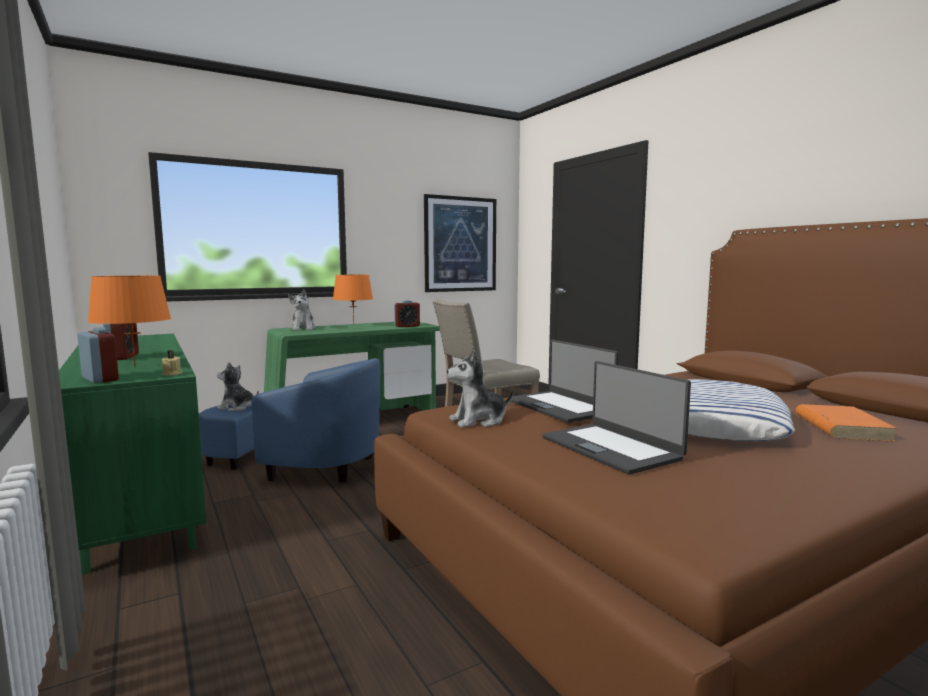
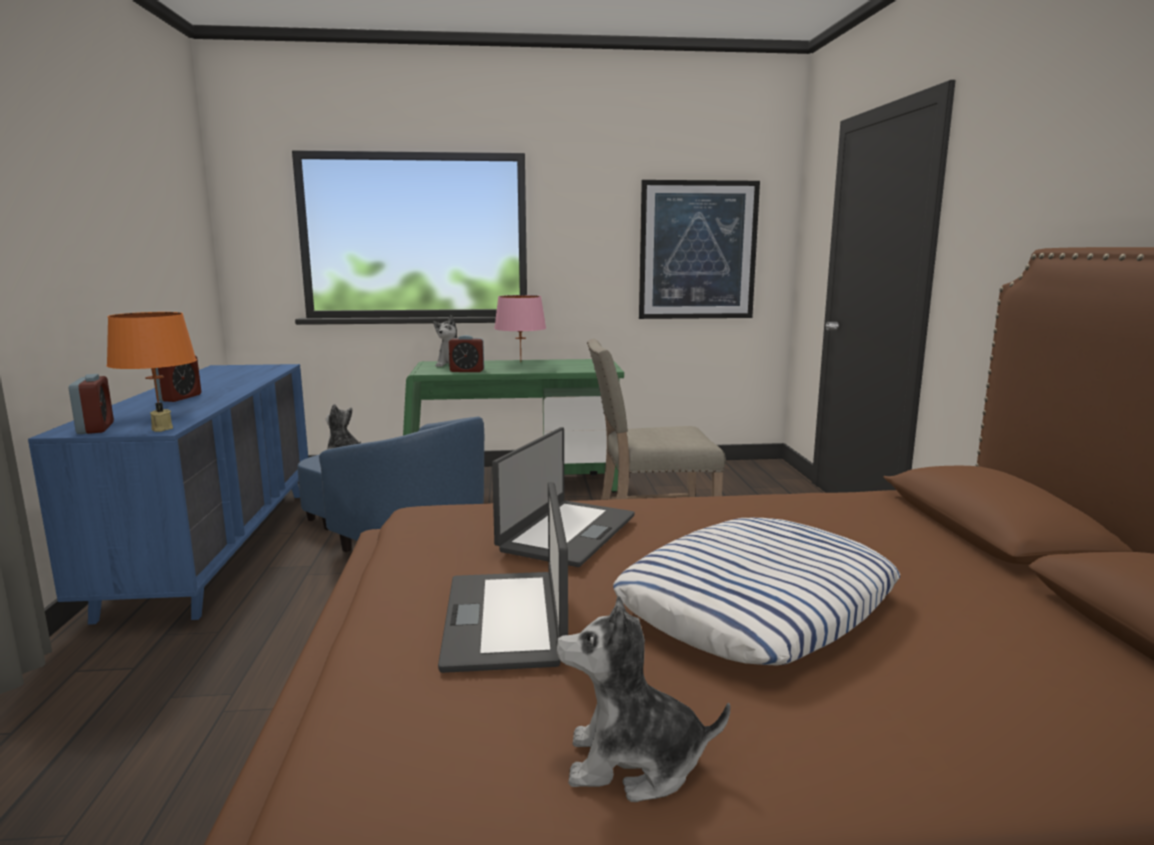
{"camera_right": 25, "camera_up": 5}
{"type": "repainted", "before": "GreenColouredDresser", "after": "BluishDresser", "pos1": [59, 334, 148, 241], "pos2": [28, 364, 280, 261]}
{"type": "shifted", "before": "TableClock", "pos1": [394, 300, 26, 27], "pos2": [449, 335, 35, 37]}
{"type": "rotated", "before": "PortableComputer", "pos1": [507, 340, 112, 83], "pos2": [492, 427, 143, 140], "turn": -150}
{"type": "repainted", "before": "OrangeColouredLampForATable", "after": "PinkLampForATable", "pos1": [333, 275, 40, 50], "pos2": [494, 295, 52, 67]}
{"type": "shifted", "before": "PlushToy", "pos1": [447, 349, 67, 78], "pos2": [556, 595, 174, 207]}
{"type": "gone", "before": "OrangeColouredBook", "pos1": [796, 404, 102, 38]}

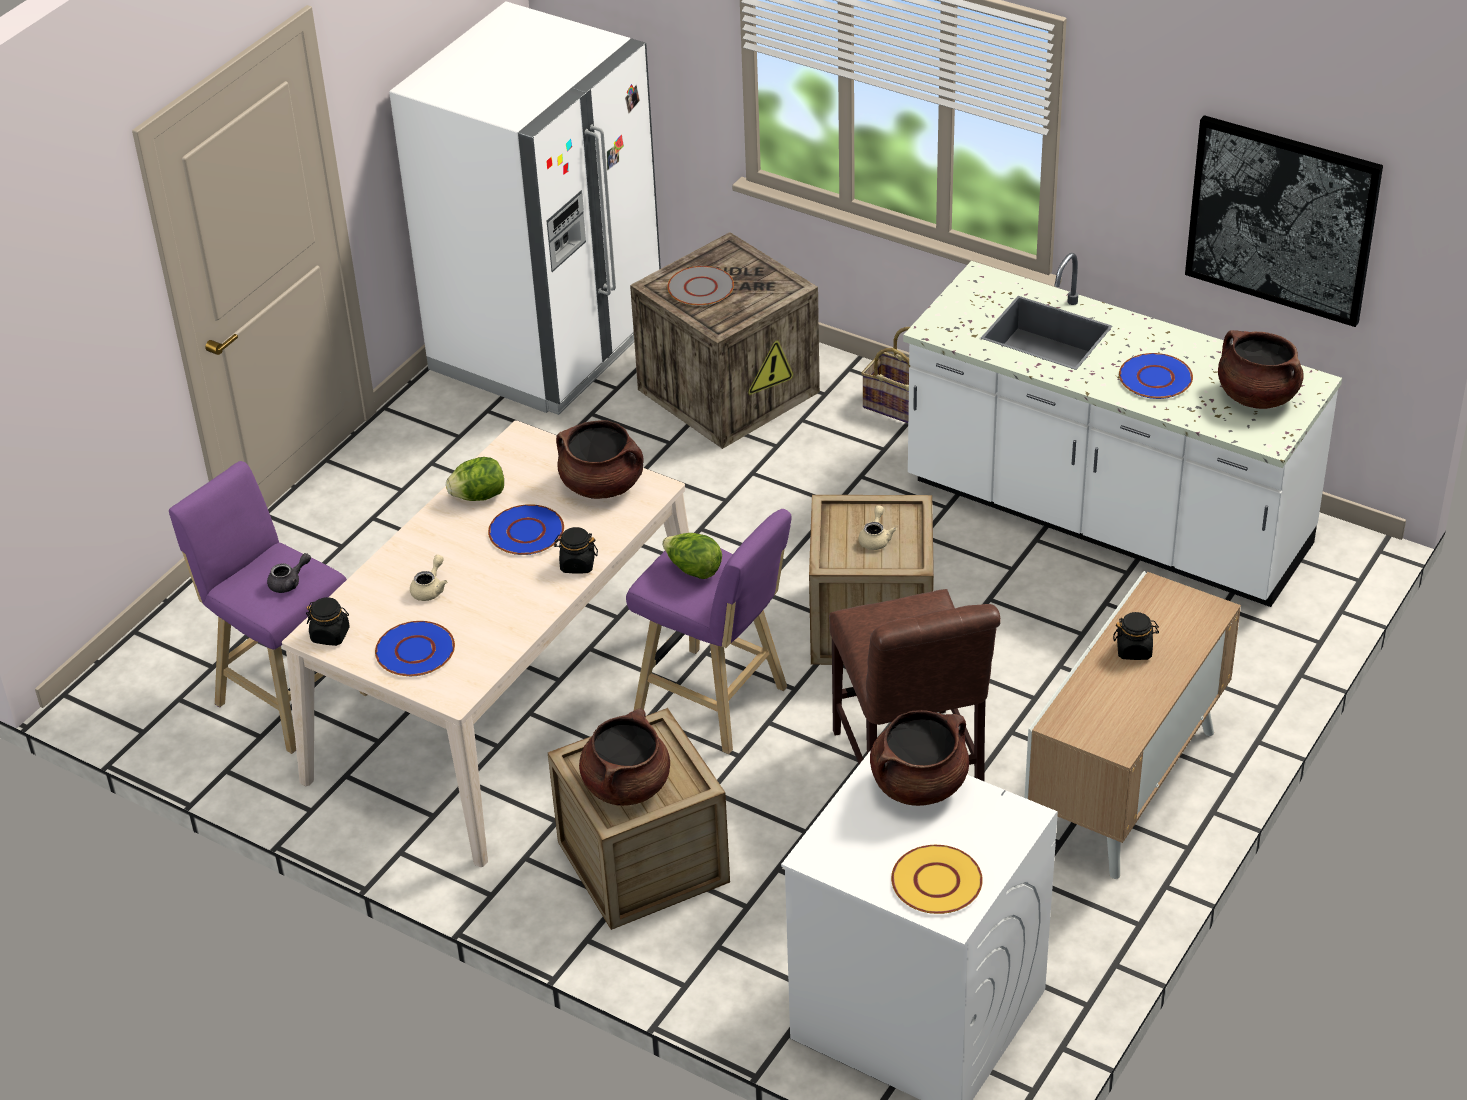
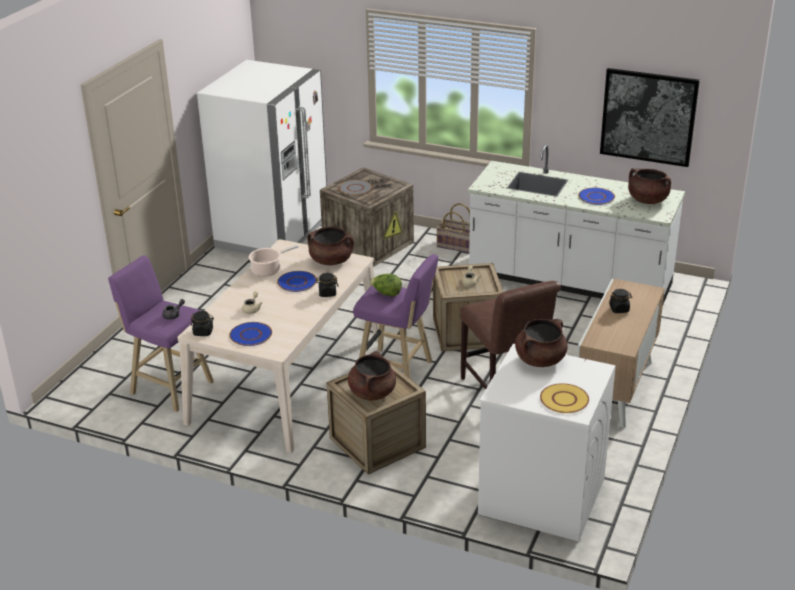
{"camera_right": -10, "camera_up": -10}
{"type": "swapped", "before": "Lettuce", "after": "Stockpot", "pos1": [446, 457, 58, 44], "pos2": [249, 245, 49, 31]}

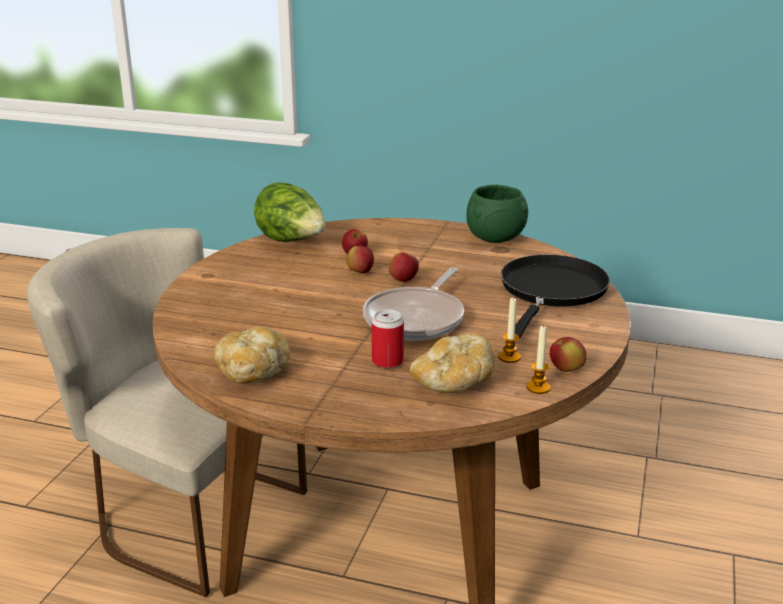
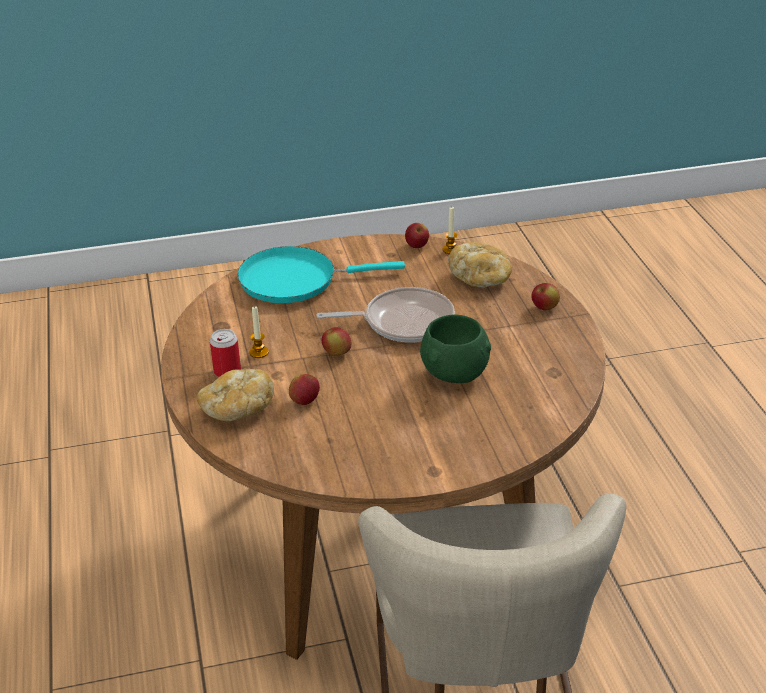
{"camera_right": -120, "camera_up": 10}
{"type": "shifted", "before": "BakedBread", "pos1": [214, 326, 76, 58], "pos2": [197, 369, 77, 52]}
{"type": "shifted", "before": "SealedCan", "pos1": [372, 309, 32, 59], "pos2": [210, 329, 31, 48]}
{"type": "repainted", "before": "BlackColouredFryingPan", "after": "TurquoiseFryingPan", "pos1": [501, 255, 109, 84], "pos2": [237, 246, 168, 57]}
{"type": "shifted", "before": "WaxCandle", "pos1": [498, 297, 23, 66], "pos2": [250, 306, 19, 52]}
{"type": "shifted", "before": "GreenColouredServingBowl", "pos1": [466, 185, 62, 58], "pos2": [420, 314, 71, 69]}
{"type": "shifted", "before": "AppleFruit", "pos1": [347, 246, 27, 27], "pos2": [531, 283, 29, 27]}
{"type": "gone", "before": "Lettuce", "pos1": [254, 182, 72, 60]}

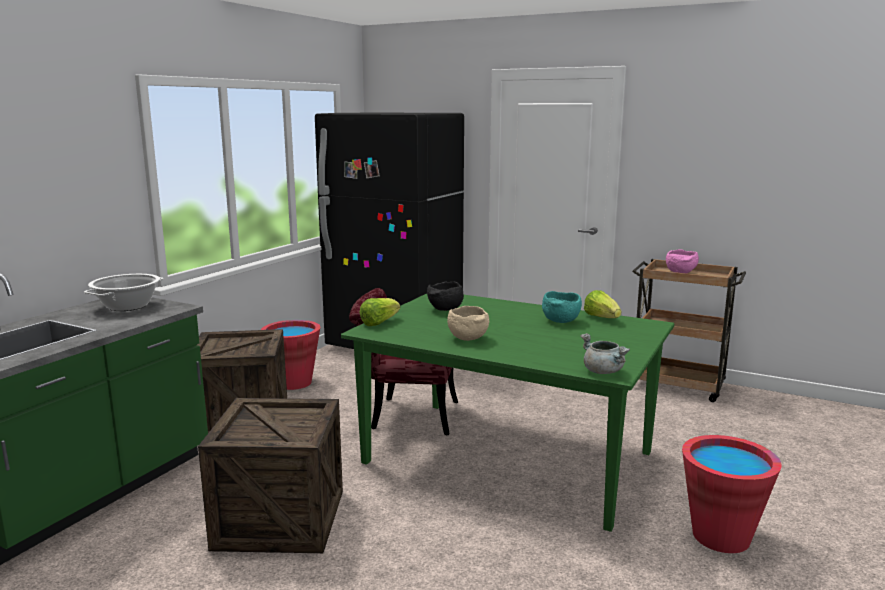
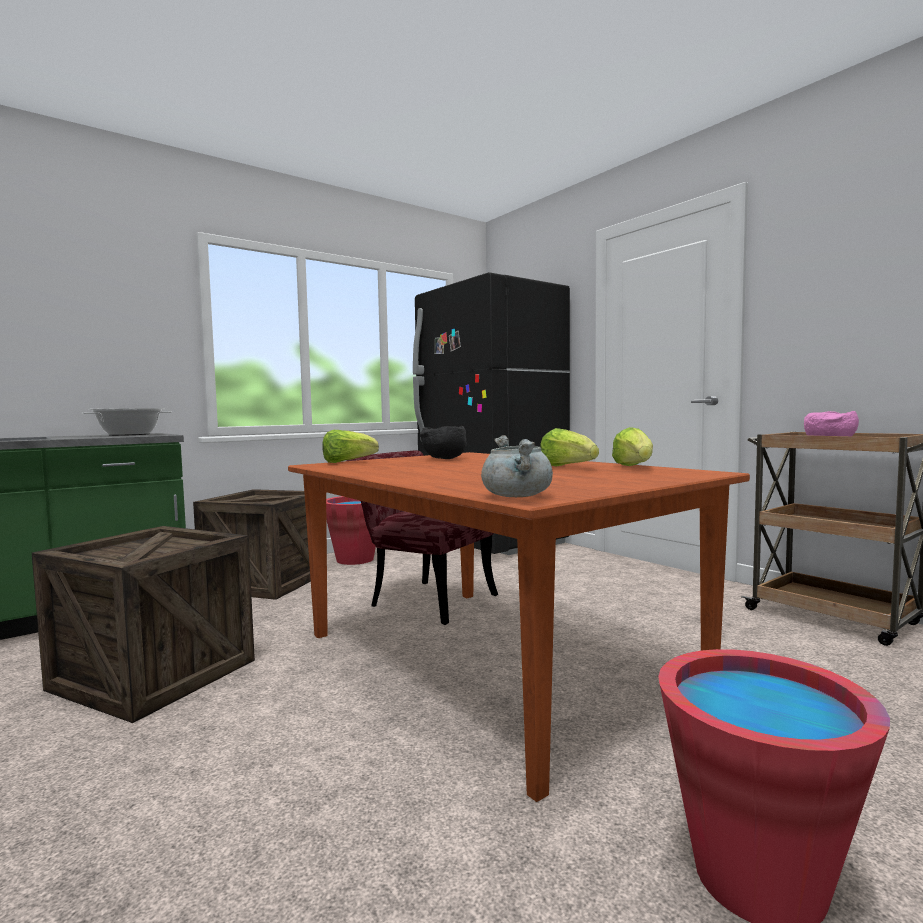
{"camera_right": 25, "camera_up": -10}
{"type": "repainted", "before": "GreenColouredDiningTable", "after": "BrownColouredDiningTable", "pos1": [341, 294, 333, 238], "pos2": [288, 452, 462, 350]}
{"type": "swapped", "before": "TurquoiseServingBowl", "after": "Lettuce", "pos1": [542, 291, 40, 32], "pos2": [540, 428, 59, 38]}
{"type": "gone", "before": "SandColouredServingBowl", "pos1": [447, 306, 42, 35]}

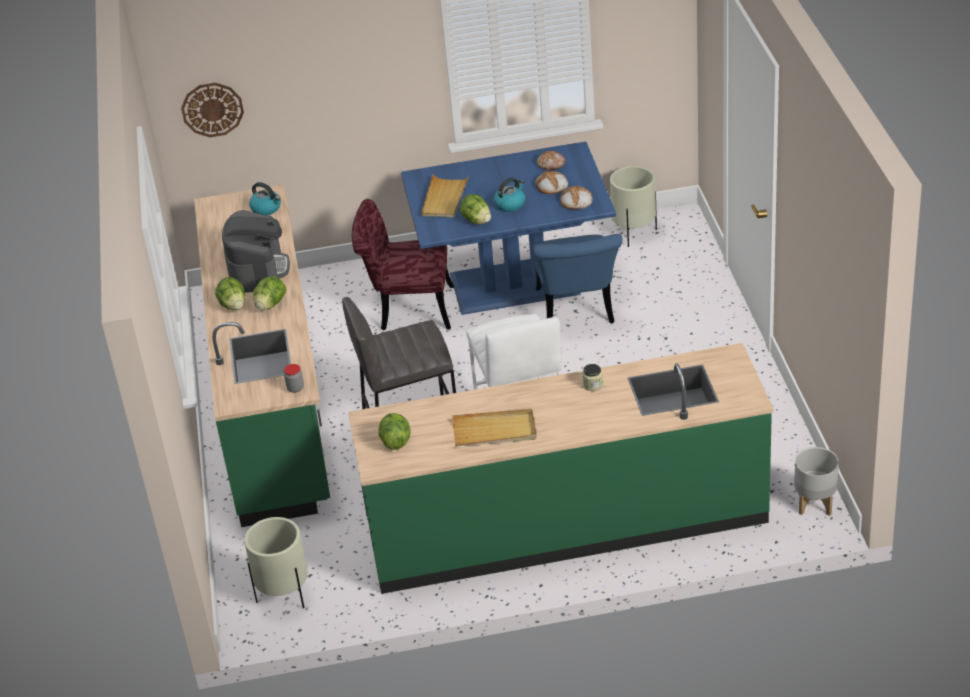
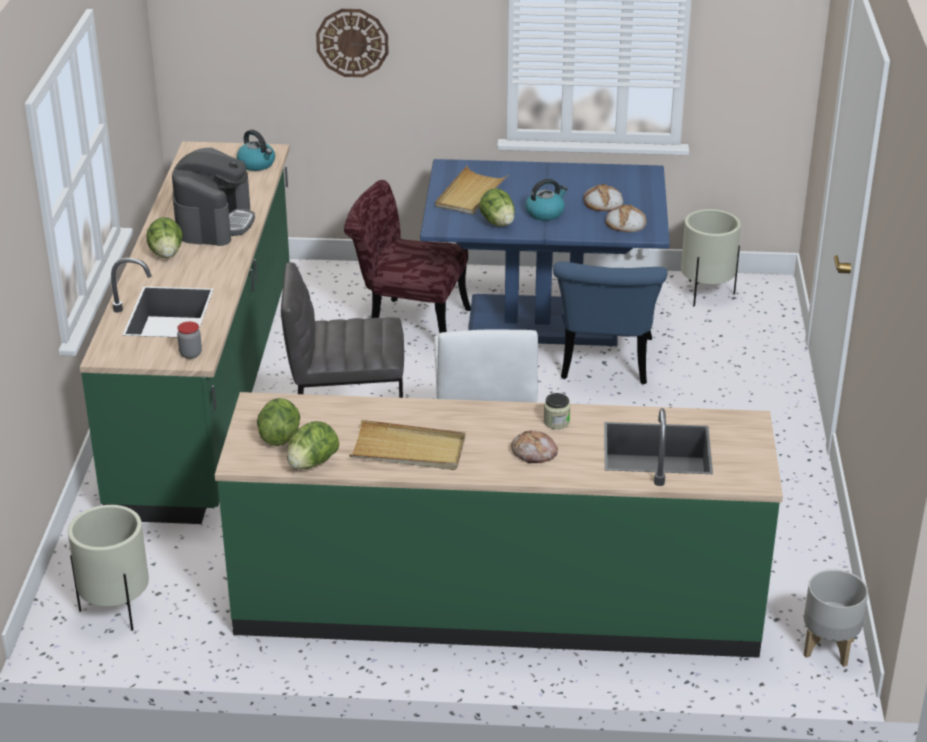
{"camera_right": 10, "camera_up": -5}
{"type": "shifted", "before": "Lettuce", "pos1": [253, 276, 34, 34], "pos2": [287, 421, 52, 48]}
{"type": "shifted", "before": "WallClock", "pos1": [181, 83, 63, 54], "pos2": [316, 9, 73, 68]}
{"type": "shifted", "before": "BakedBread", "pos1": [536, 151, 30, 20], "pos2": [511, 430, 47, 33]}

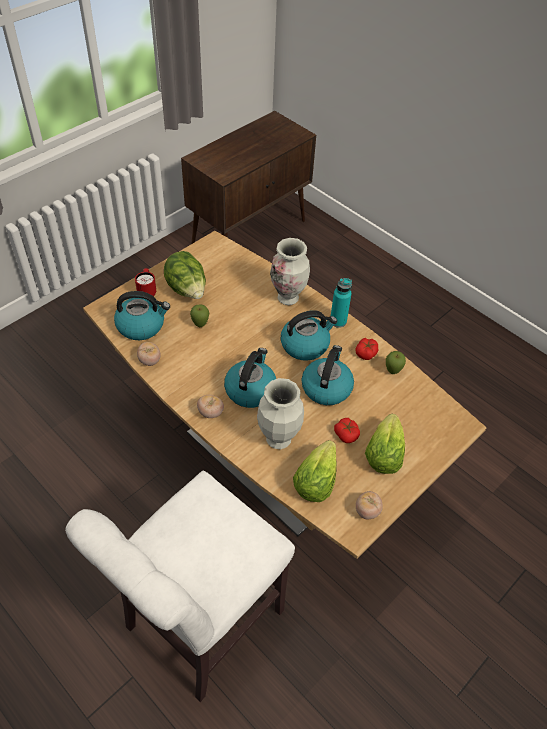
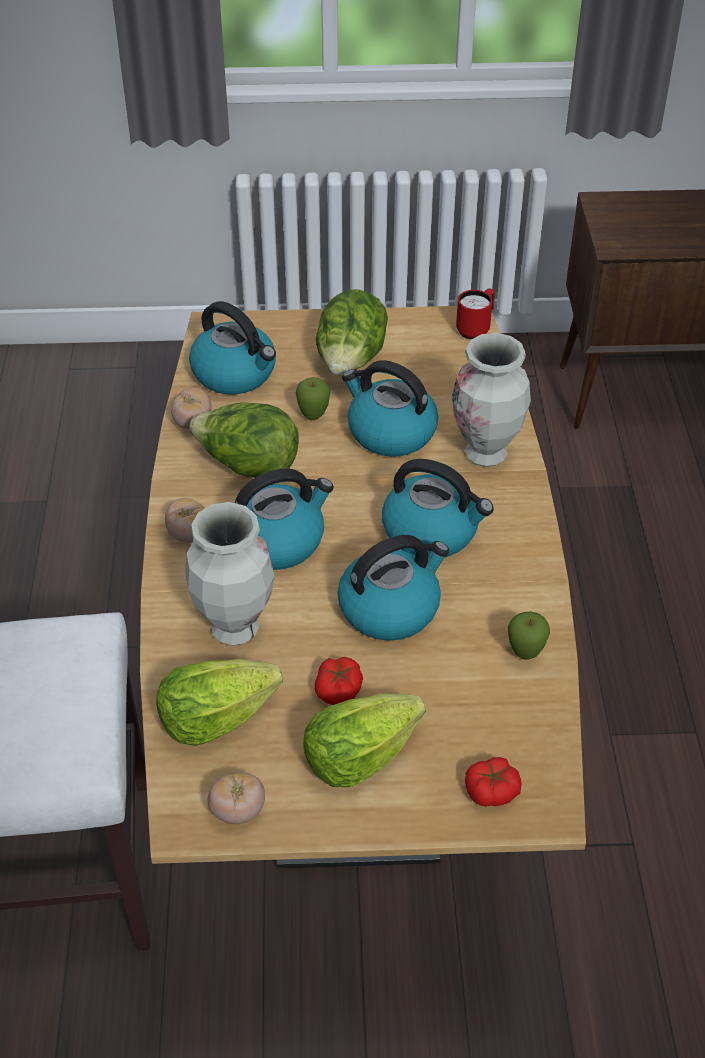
{"camera_right": 45, "camera_up": -5}
{"type": "new", "after": "Lettuce", "pos2": [189, 403, 109, 75]}
{"type": "new", "after": "Kettle", "pos2": [342, 360, 96, 97]}
{"type": "shifted", "before": "RedColouredMug", "pos1": [135, 268, 21, 28], "pos2": [456, 288, 39, 51]}
{"type": "shifted", "before": "WholeTomato", "pos1": [355, 338, 24, 22], "pos2": [465, 757, 57, 50]}
{"type": "gone", "before": "TurquoiseBeverageBottle", "pos1": [331, 278, 21, 50]}

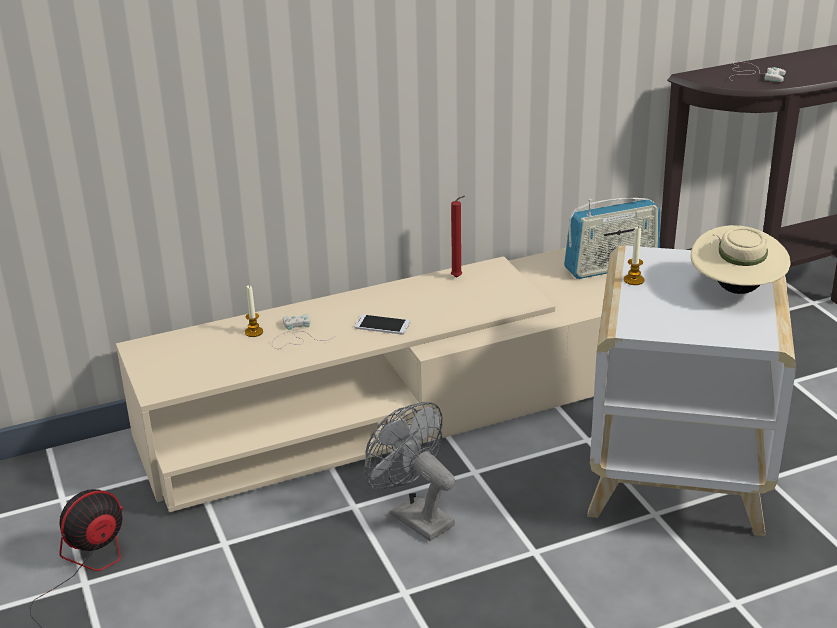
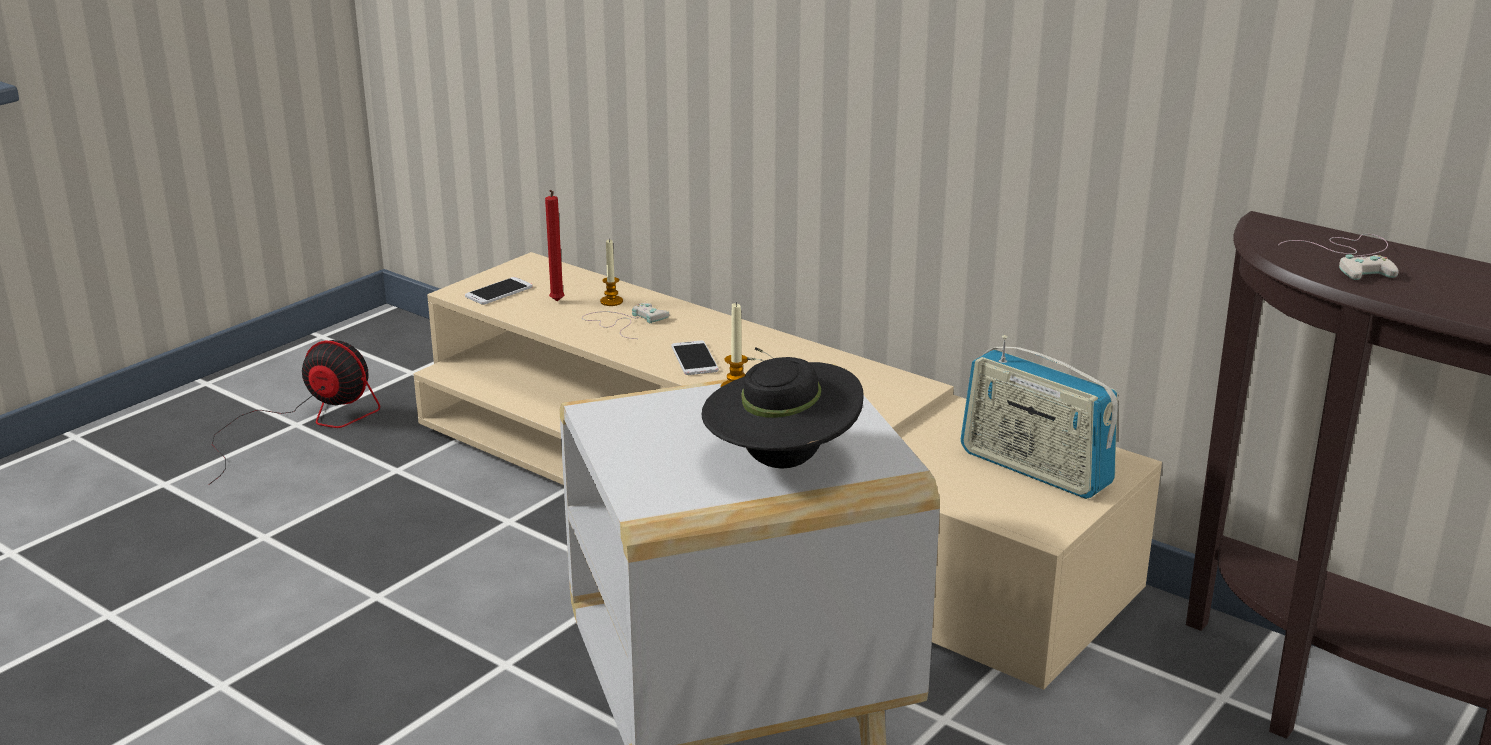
{"camera_right": 60, "camera_up": -5}
{"type": "new", "after": "Telephone", "pos2": [465, 277, 68, 28]}
{"type": "shifted", "before": "RedColouredWaxCandle", "pos1": [451, 196, 14, 81], "pos2": [545, 190, 19, 111]}
{"type": "repainted", "before": "SandColouredHat", "after": "BlackColouredHat", "pos1": [691, 225, 100, 69], "pos2": [702, 347, 162, 122]}
{"type": "gone", "before": "GrayFan", "pos1": [364, 402, 91, 139]}

